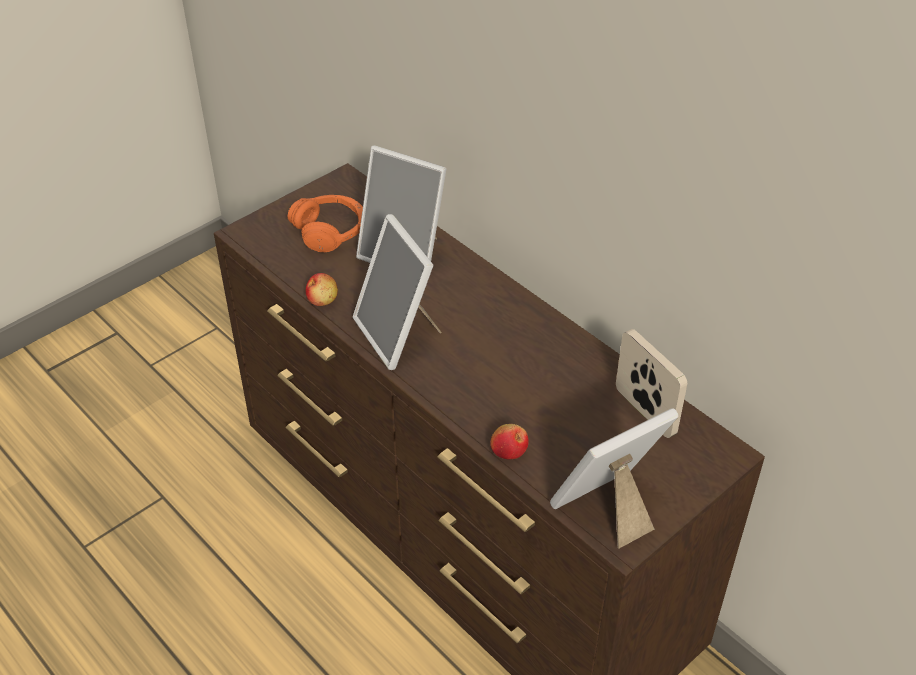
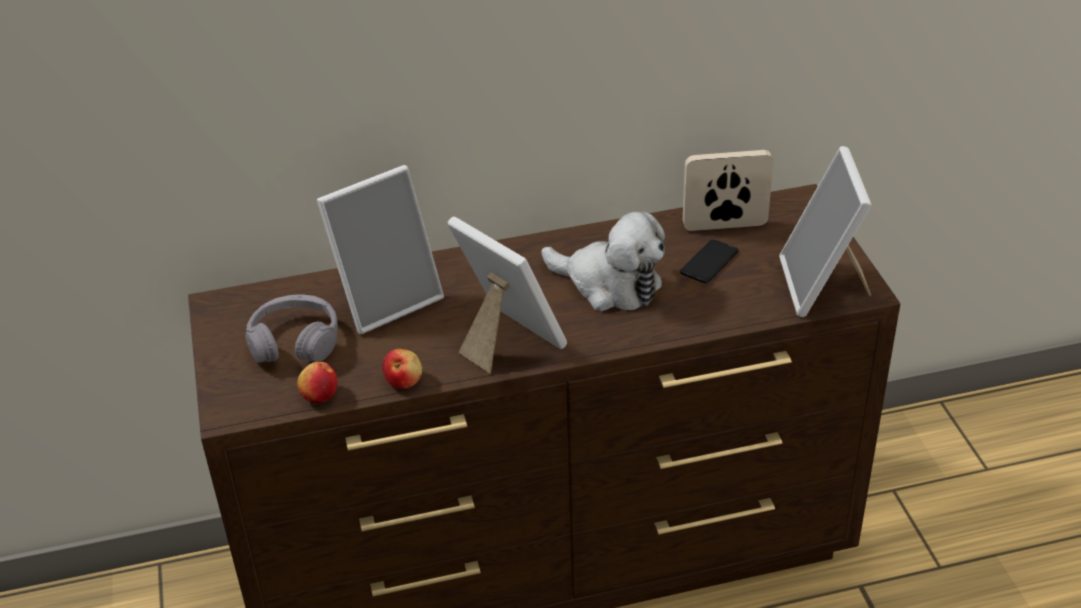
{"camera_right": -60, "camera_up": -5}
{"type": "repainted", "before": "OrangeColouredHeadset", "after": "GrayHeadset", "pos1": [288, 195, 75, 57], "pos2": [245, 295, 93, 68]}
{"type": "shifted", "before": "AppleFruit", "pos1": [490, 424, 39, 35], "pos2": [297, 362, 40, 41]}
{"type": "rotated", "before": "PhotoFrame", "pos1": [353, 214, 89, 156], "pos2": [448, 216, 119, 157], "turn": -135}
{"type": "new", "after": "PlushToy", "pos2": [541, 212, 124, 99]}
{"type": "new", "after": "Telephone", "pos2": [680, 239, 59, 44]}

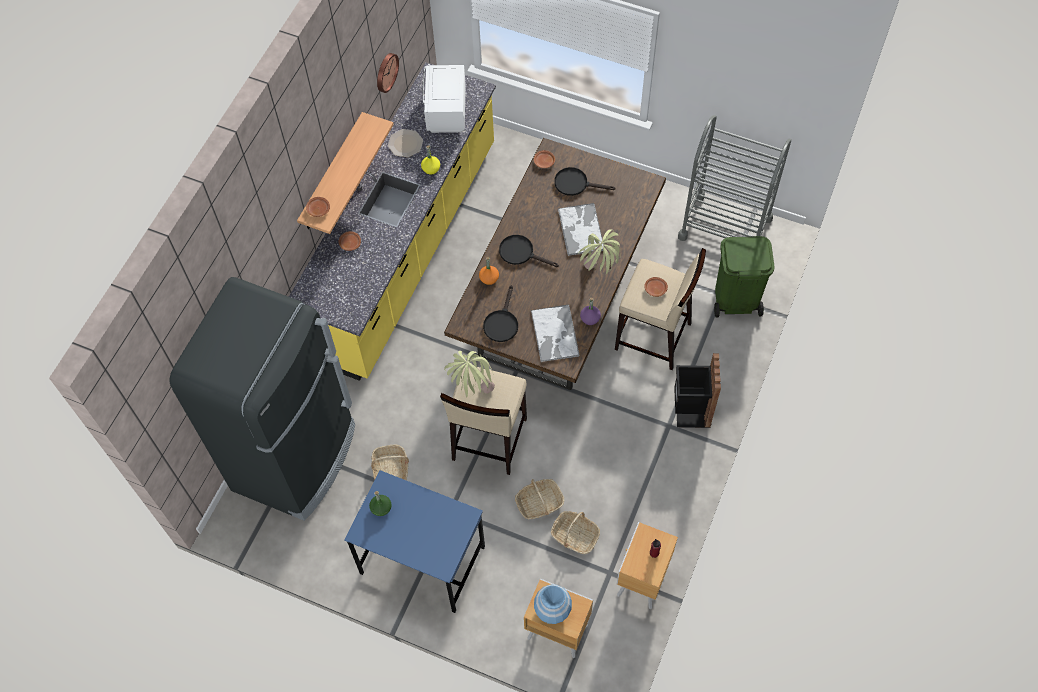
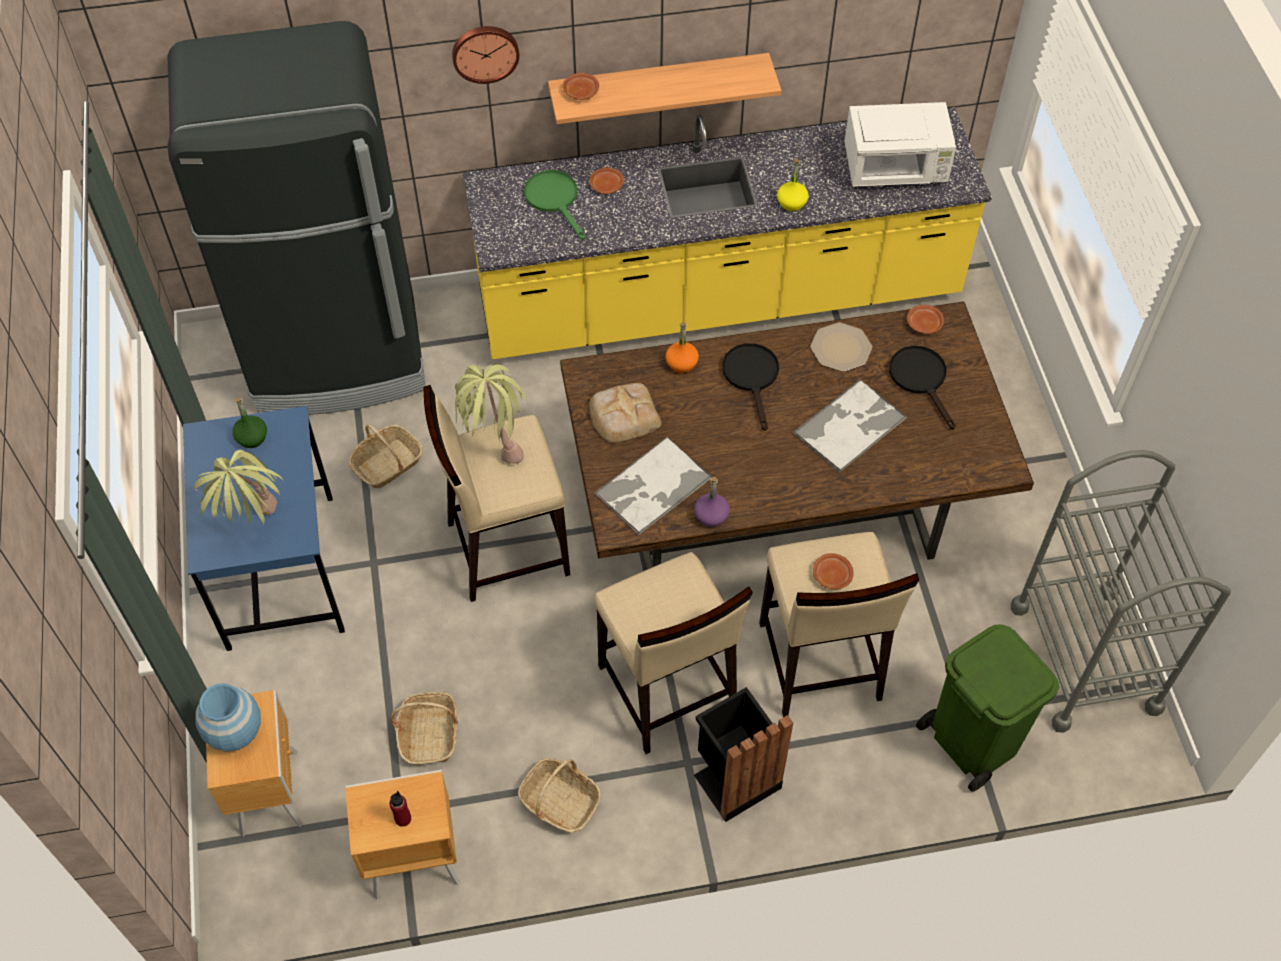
{"camera_right": 55, "camera_up": -5}
{"type": "shifted", "before": "PlantInAPot", "pos1": [578, 229, 43, 45], "pos2": [194, 450, 90, 75]}
{"type": "shifted", "before": "WallClock", "pos1": [377, 53, 22, 40], "pos2": [452, 26, 67, 58]}
{"type": "shifted", "before": "Basket", "pos1": [515, 479, 49, 40], "pos2": [518, 758, 83, 75]}
{"type": "new", "after": "GreenColouredFryingPan", "pos2": [524, 170, 62, 70]}
{"type": "swapped", "before": "BlackColouredFryingPan", "after": "BakedBread", "pos1": [483, 285, 35, 57], "pos2": [589, 383, 72, 60]}
{"type": "new", "after": "SandColouredStool", "pos2": [594, 552, 159, 202]}
{"type": "shifted", "before": "DinnerPlate", "pos1": [388, 129, 35, 29], "pos2": [811, 323, 61, 49]}
{"type": "rotated", "before": "WhiteColouredKitchenMicrowave", "pos1": [423, 65, 43, 68], "pos2": [844, 102, 112, 85], "turn": -150}

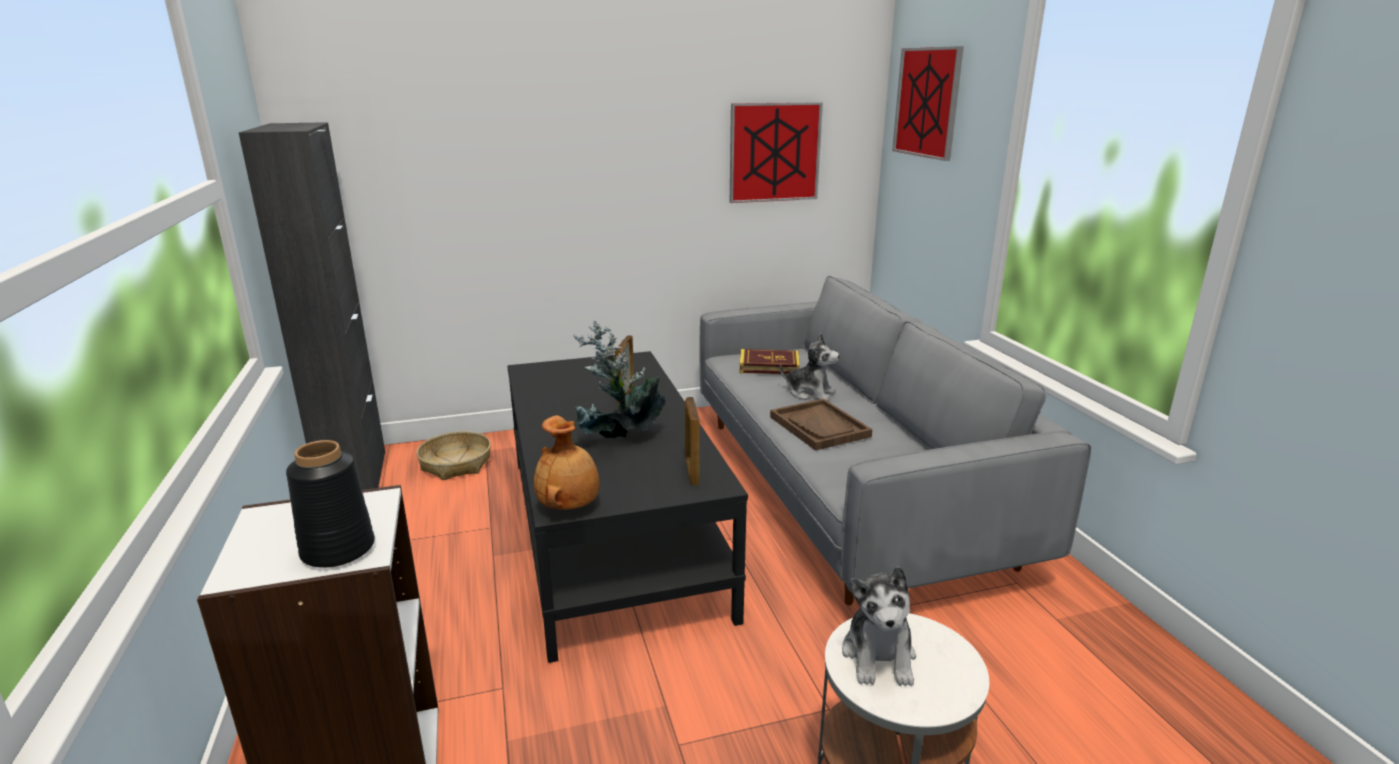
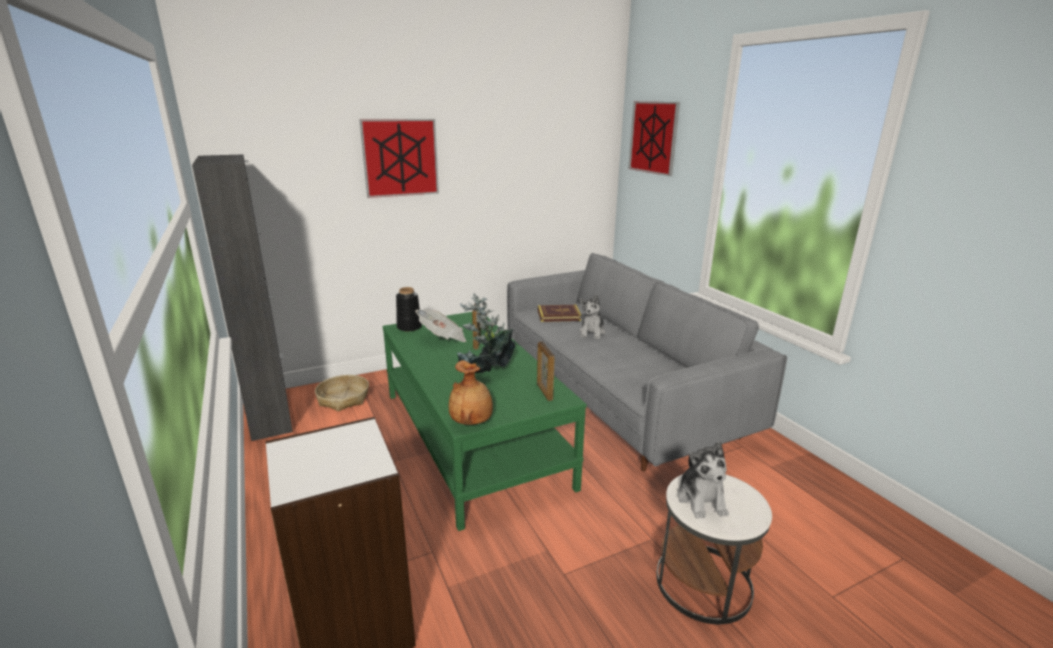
{"camera_right": -10, "camera_up": 0}
{"type": "shifted", "before": "WallPicture", "pos1": [730, 102, 93, 101], "pos2": [359, 119, 80, 79]}
{"type": "repainted", "before": "BlackColouredCoffeeTable", "after": "GreenColouredCoffeeTable", "pos1": [507, 351, 241, 312], "pos2": [383, 312, 204, 219]}
{"type": "shifted", "before": "BlackColouredFlowerVase", "pos1": [286, 440, 89, 128], "pos2": [396, 287, 26, 44]}
{"type": "new", "after": "Newspaper", "pos2": [415, 309, 51, 33]}
{"type": "rotated", "before": "PlushToy", "pos1": [780, 333, 60, 68], "pos2": [579, 295, 27, 44], "turn": 90}
{"type": "gone", "before": "BrownColouredServingTray", "pos1": [770, 399, 102, 52]}

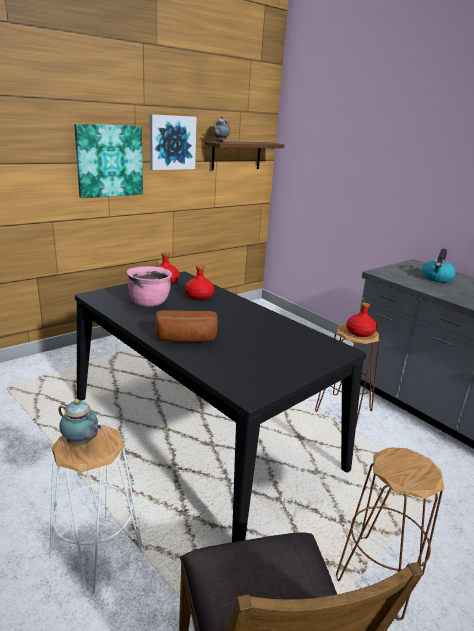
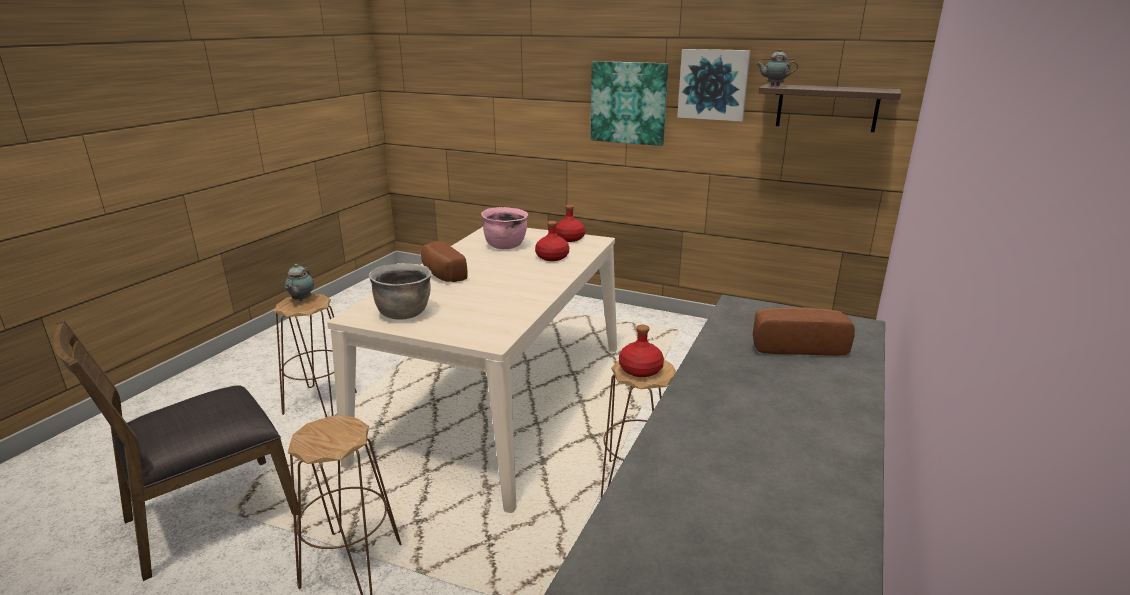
{"camera_right": 65, "camera_up": 0}
{"type": "repainted", "before": "WhiteColouredStool", "after": "BrownColouredStool", "pos1": [49, 425, 94, 171], "pos2": [274, 294, 83, 123]}
{"type": "repainted", "before": "BlackColouredDiningTable", "after": "SandColouredDiningTable", "pos1": [75, 271, 292, 271], "pos2": [327, 227, 290, 286]}
{"type": "new", "after": "BrownColouredStockpot", "pos2": [369, 263, 63, 57]}
{"type": "swapped", "before": "Kettle", "after": "BakedBread", "pos1": [422, 249, 34, 33], "pos2": [753, 307, 102, 49]}

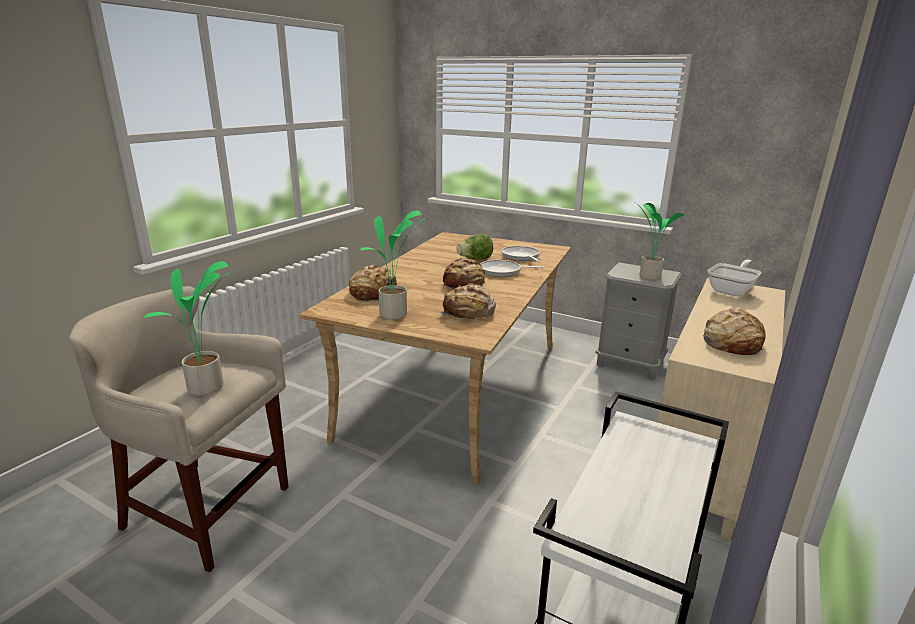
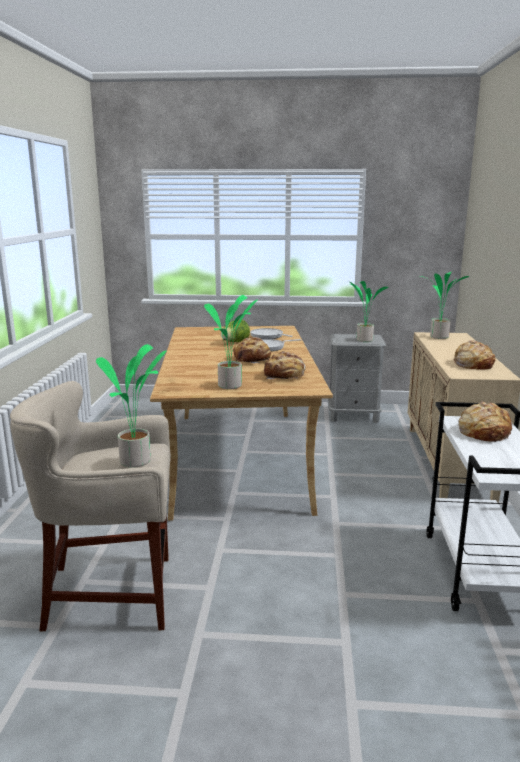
{"camera_right": -25, "camera_up": -5}
{"type": "swapped", "before": "FryingPan", "after": "PlantInAPot", "pos1": [707, 260, 55, 37], "pos2": [421, 272, 48, 67]}
{"type": "shifted", "before": "BakedBread", "pos1": [349, 265, 48, 36], "pos2": [458, 402, 54, 40]}

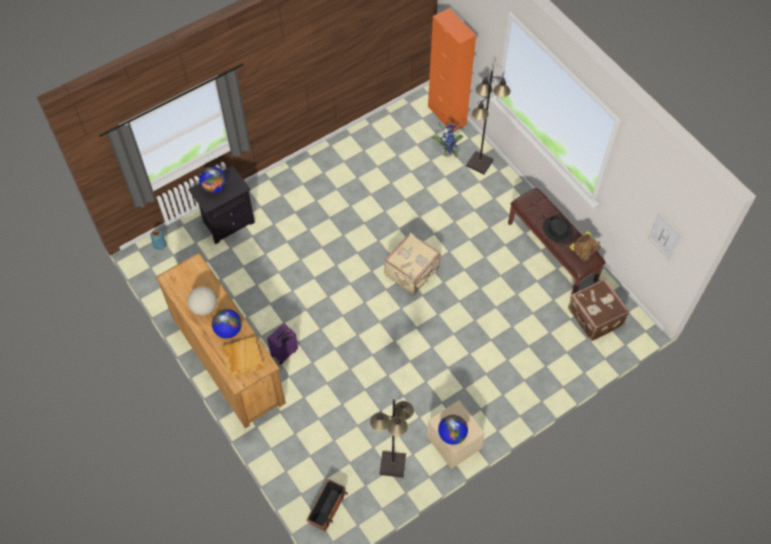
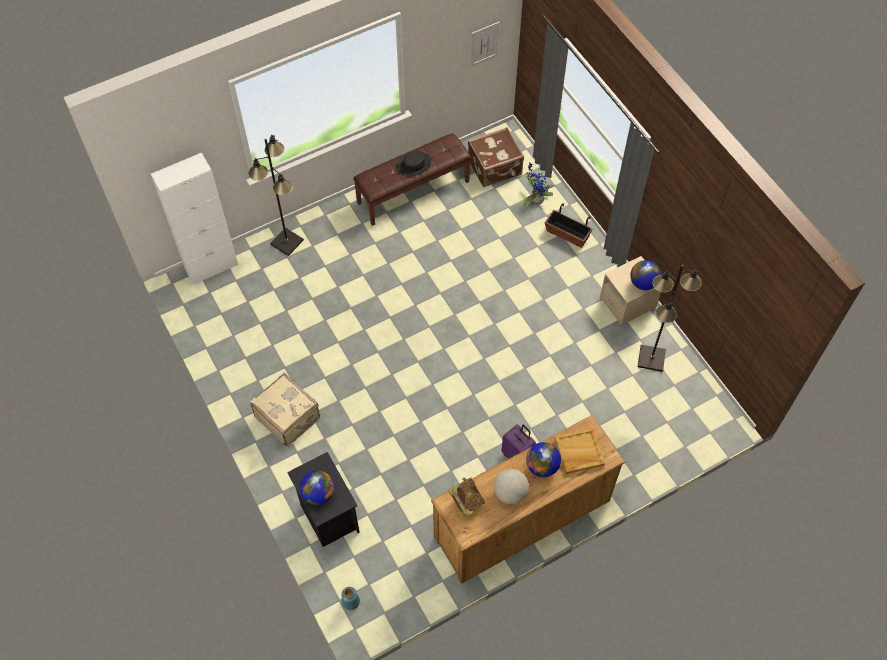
{"camera_right": -85, "camera_up": 0}
{"type": "repainted", "before": "OrangeColouredCabinet", "after": "WhiteColouredCabinet", "pos1": [428, 8, 48, 125], "pos2": [151, 153, 87, 132]}
{"type": "shifted", "before": "SandColouredTravelCase", "pos1": [384, 233, 57, 61], "pos2": [250, 373, 70, 74]}
{"type": "shifted", "before": "Book", "pos1": [569, 231, 32, 31], "pos2": [448, 477, 37, 41]}
{"type": "shifted", "before": "PlantInAPot", "pos1": [431, 121, 33, 37], "pos2": [523, 162, 32, 45]}
{"type": "shifted", "before": "PlantPot", "pos1": [306, 479, 42, 53], "pos2": [545, 203, 48, 45]}

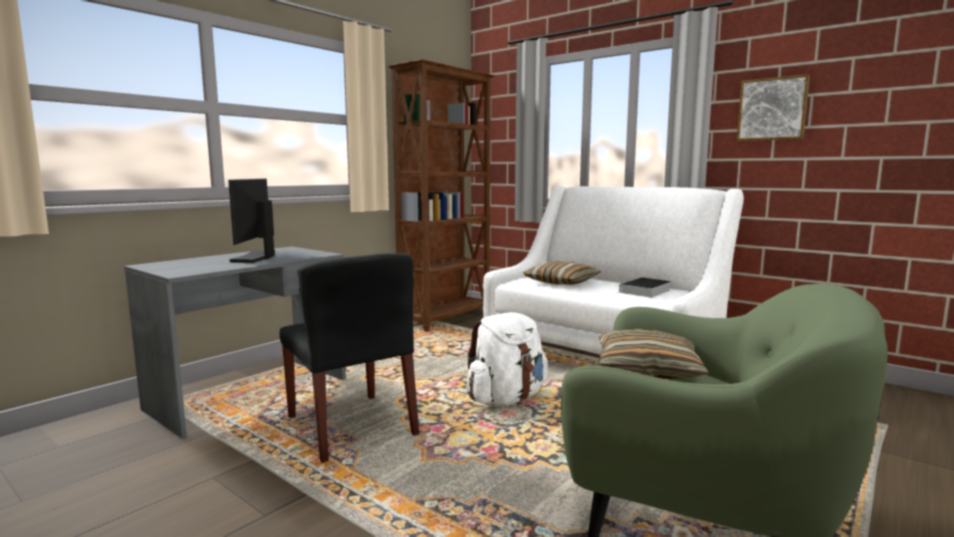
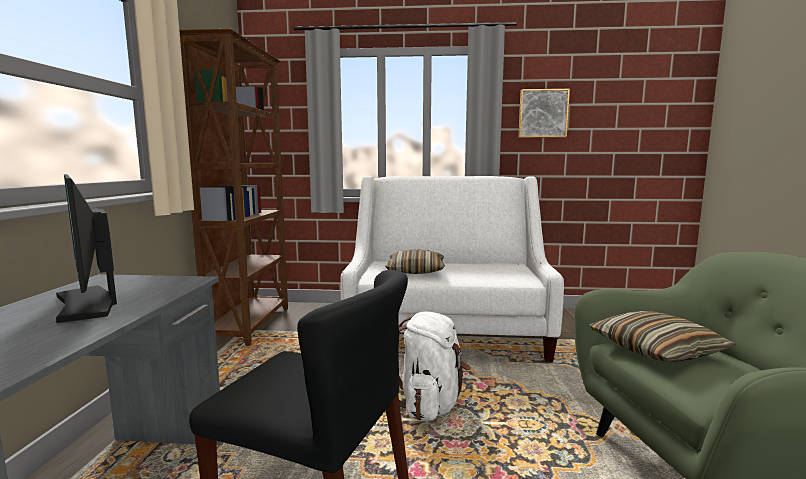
{"camera_right": -35, "camera_up": 0}
{"type": "gone", "before": "Book", "pos1": [617, 277, 54, 21]}

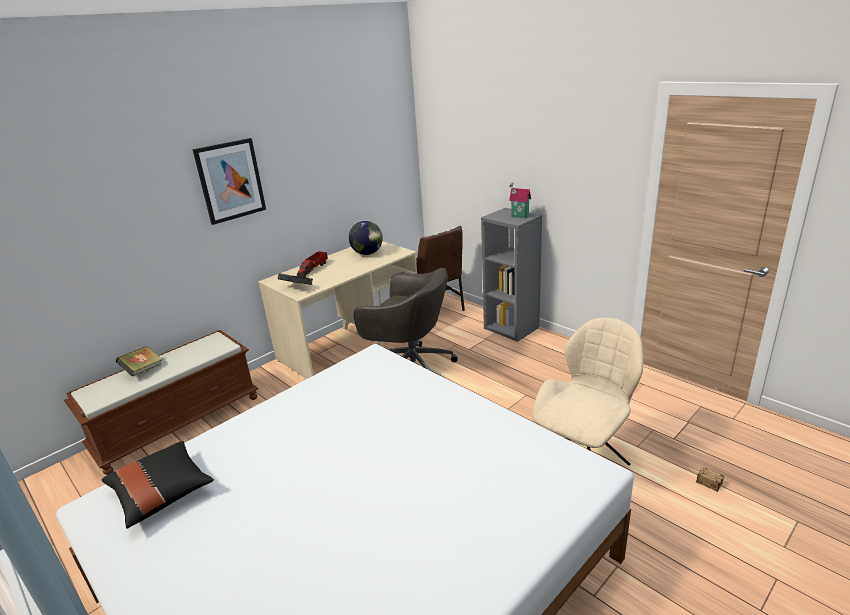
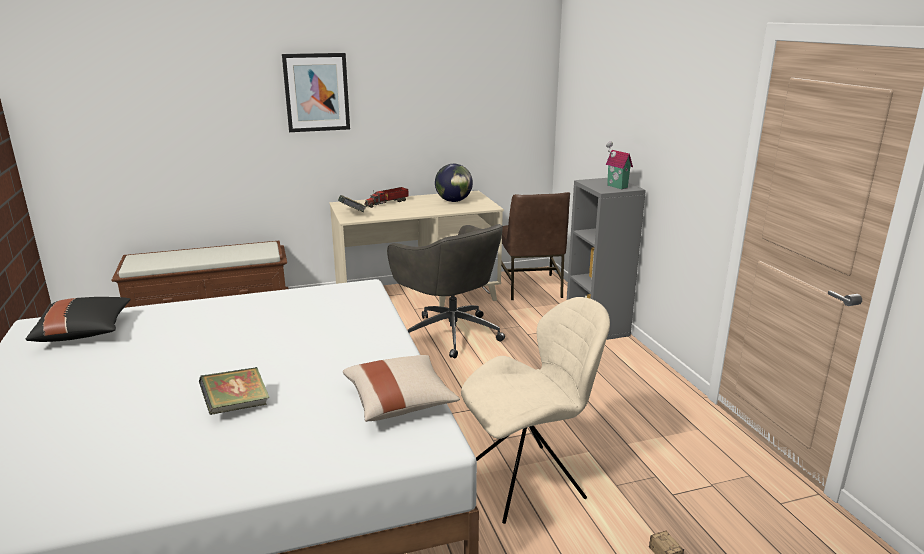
{"camera_right": 25, "camera_up": -5}
{"type": "shifted", "before": "Book", "pos1": [116, 346, 47, 30], "pos2": [199, 367, 71, 48]}
{"type": "new", "after": "SandColouredThrowPillow", "pos2": [343, 355, 117, 67]}

